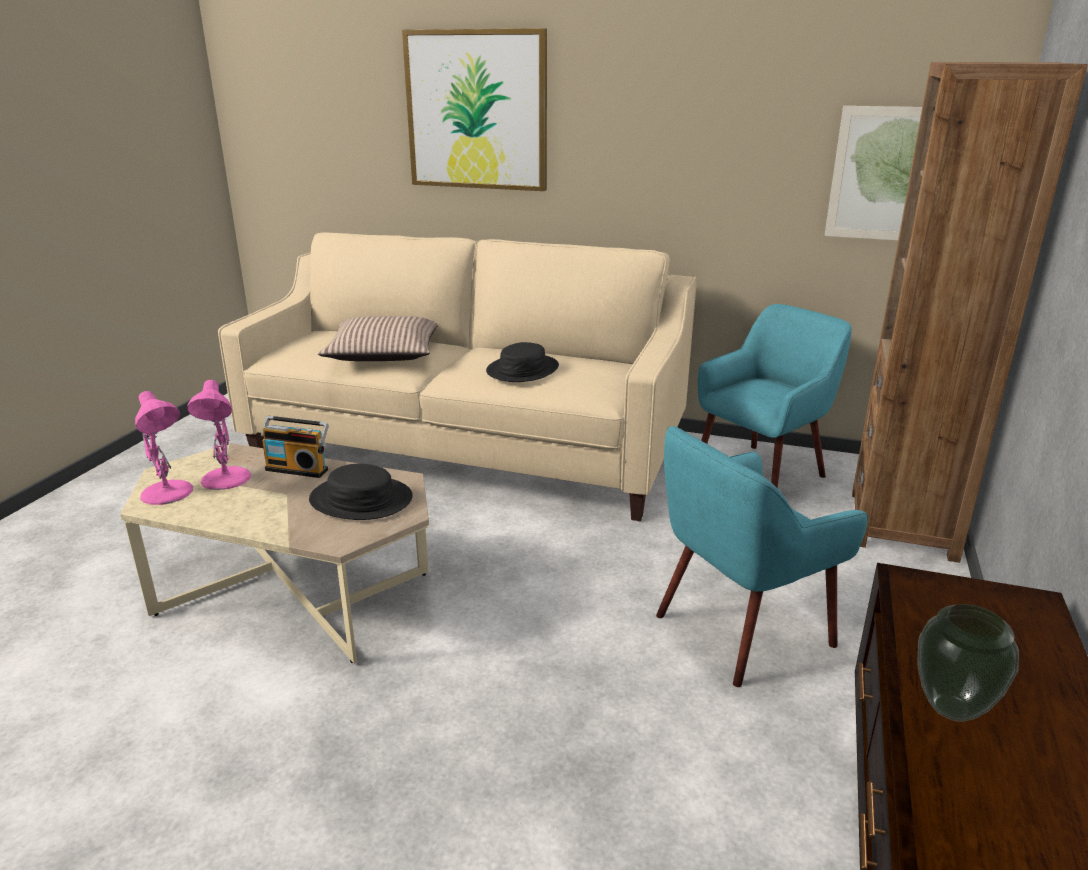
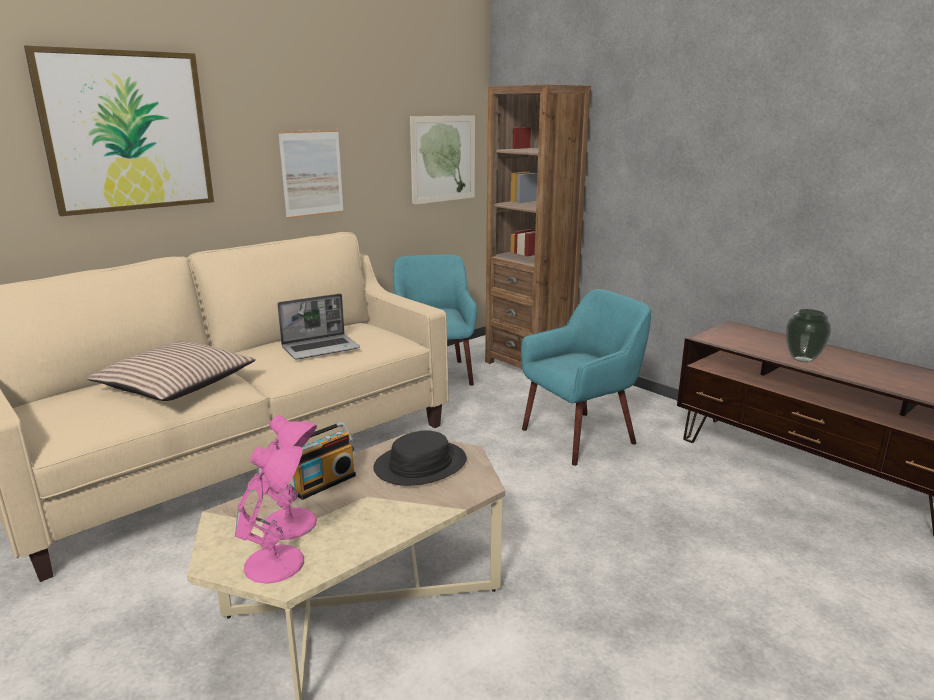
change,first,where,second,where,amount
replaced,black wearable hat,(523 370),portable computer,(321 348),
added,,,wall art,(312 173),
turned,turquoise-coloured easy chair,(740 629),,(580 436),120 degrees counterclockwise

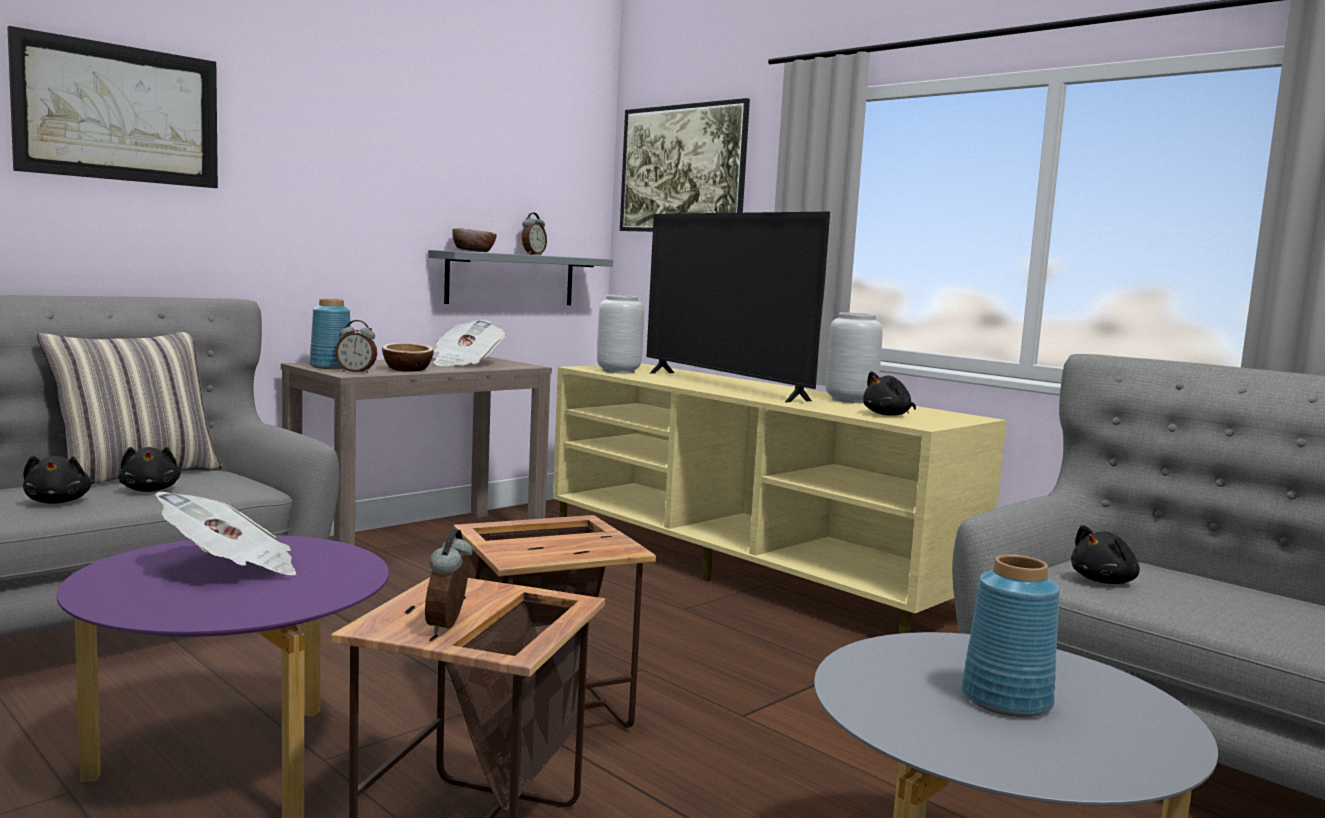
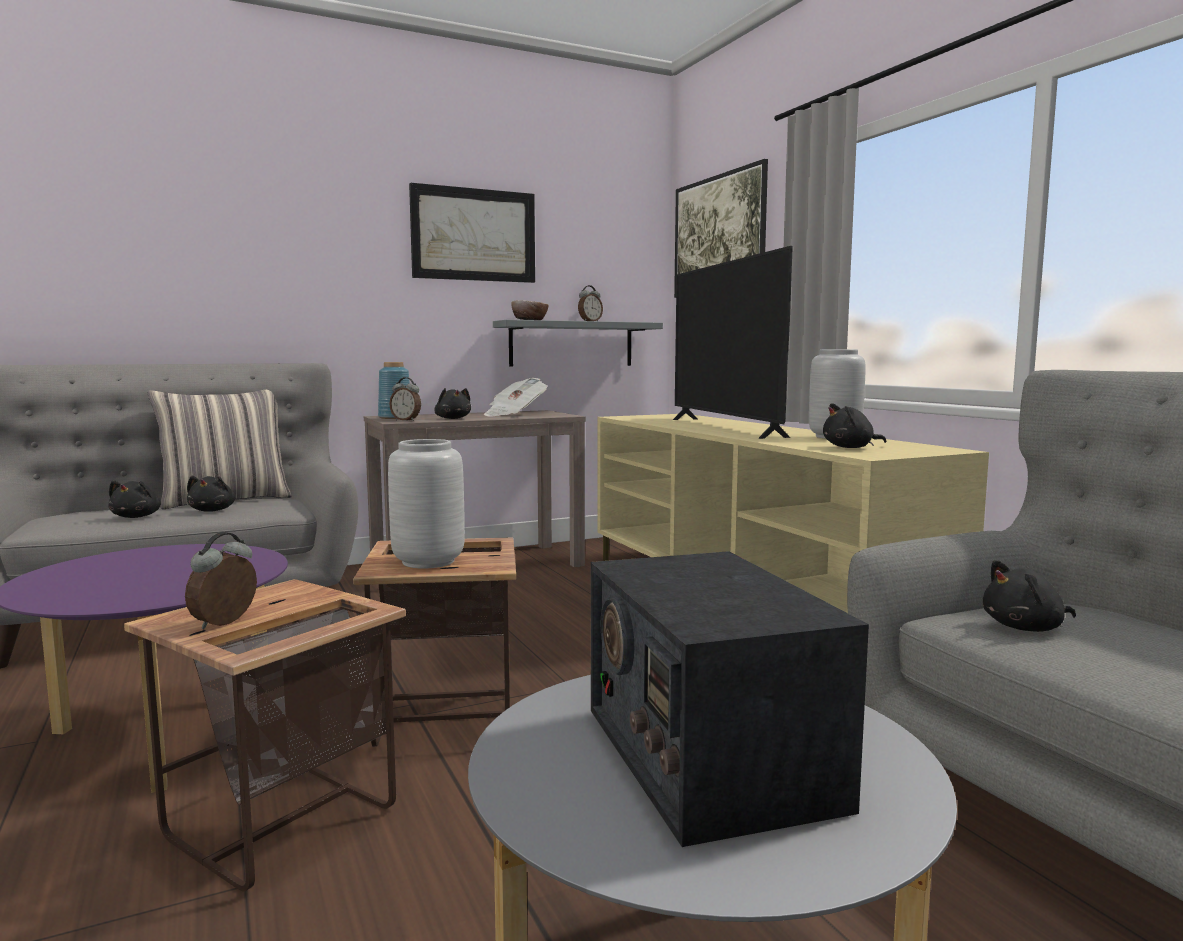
change,first,where,second,where,amount
moved,gray vase,(618 371),,(429 561),
moved,wall art,(118 113),,(473 235),
replaced,deep dish,(407 369),black cuddly toy,(453 418),
replaced,blue vase,(1008 700),radio,(706 754),
removed,daily paper,(232 569),,,

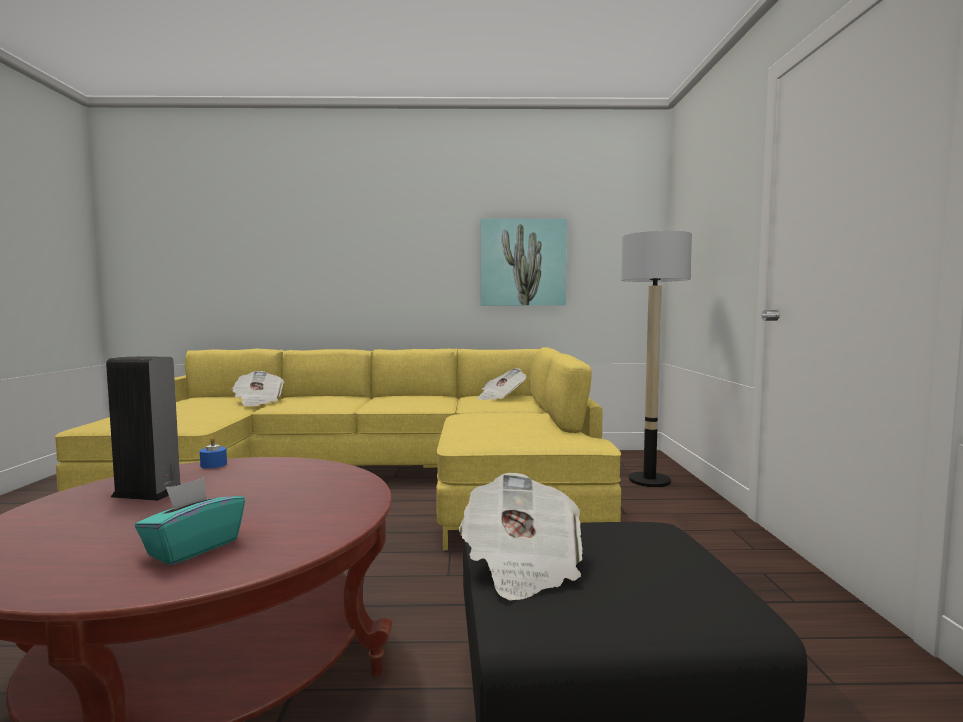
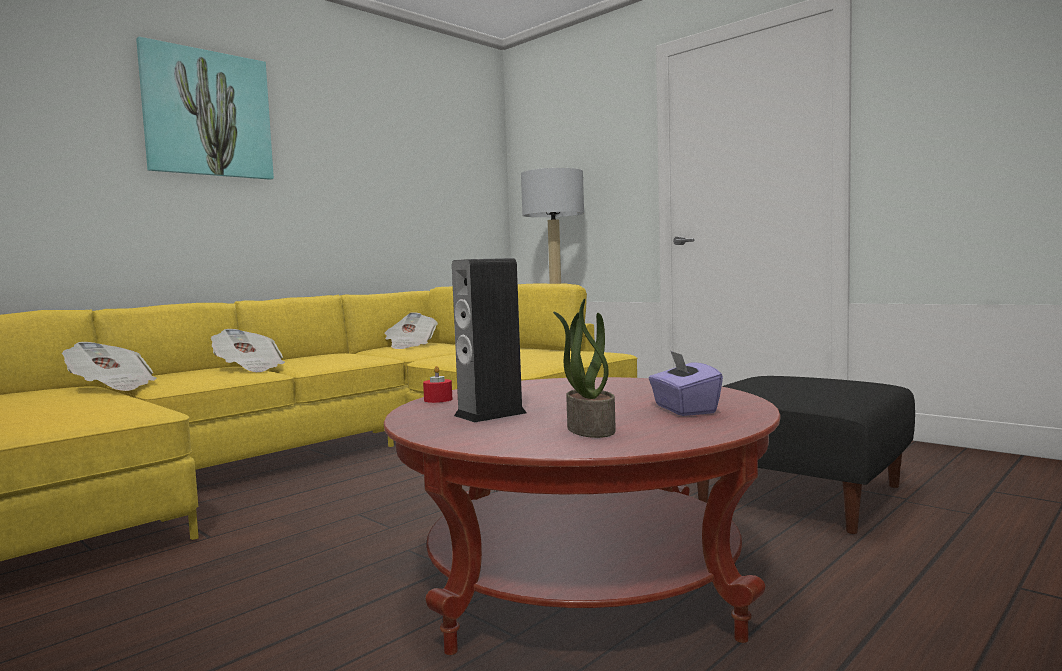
change,first,where,second,where,amount
moved,wall art,(523 262),,(208 114),
moved,daily paper,(521 565),,(249 369),
recoloured,blue wax light,(213 465),red-coloured wax light,(438 399),
added,,,plant in a pot,(589 429),
recoloured,turquoise-coloured tissue box,(193 548),purple-coloured tissue box,(684 409),

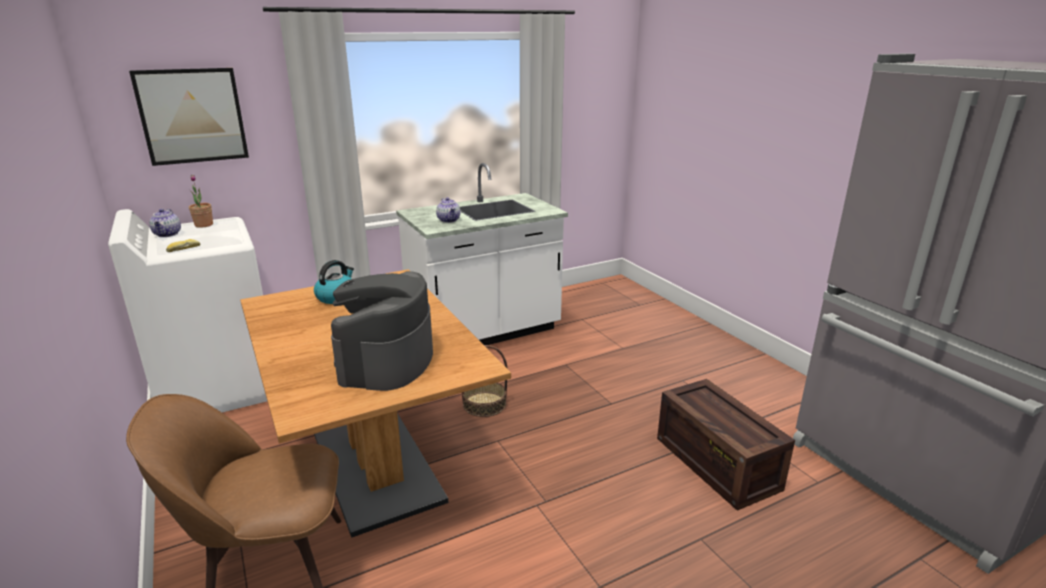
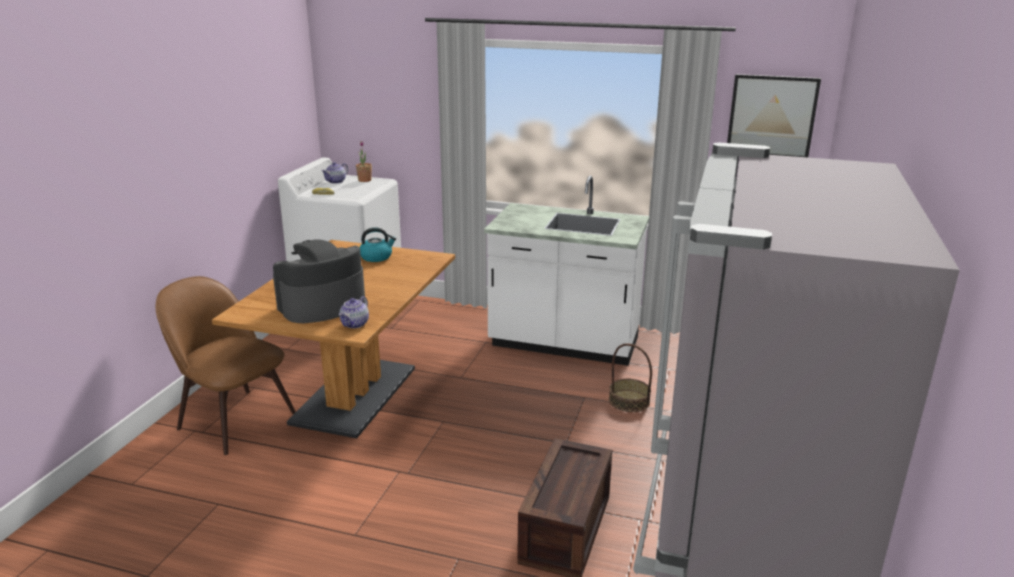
change,first,where,second,where,amount
moved,pot for tea,(449 220),,(355 324),
moved,storage basket,(484 404),,(629 401),
moved,wall art,(192 116),,(771 116),

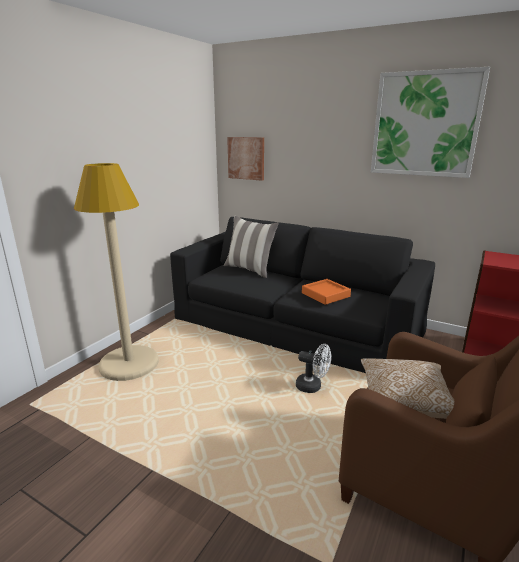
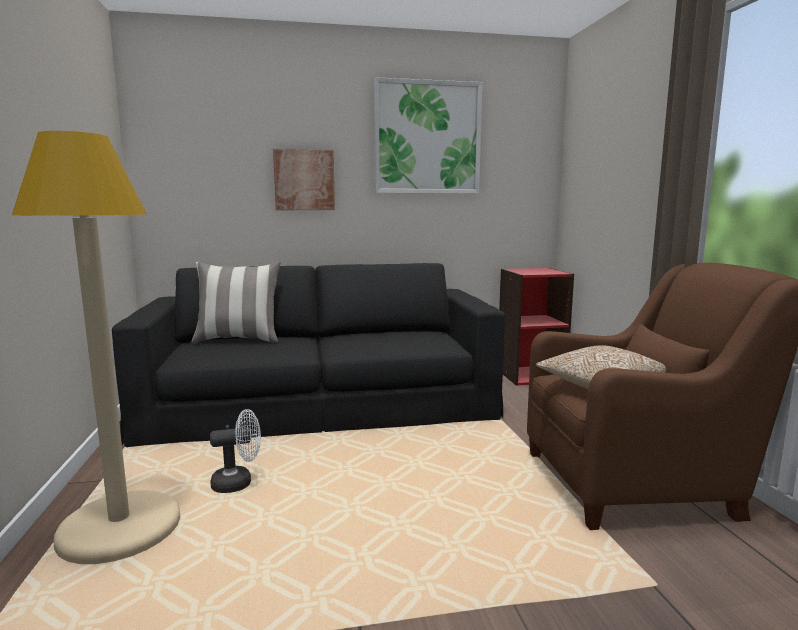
change,first,where,second,where,amount
moved,white-coloured cooling fan,(312 386),,(238 483),
moved,wall art,(246 158),,(304 180),
removed,orange-coloured serving tray,(325 295),,,

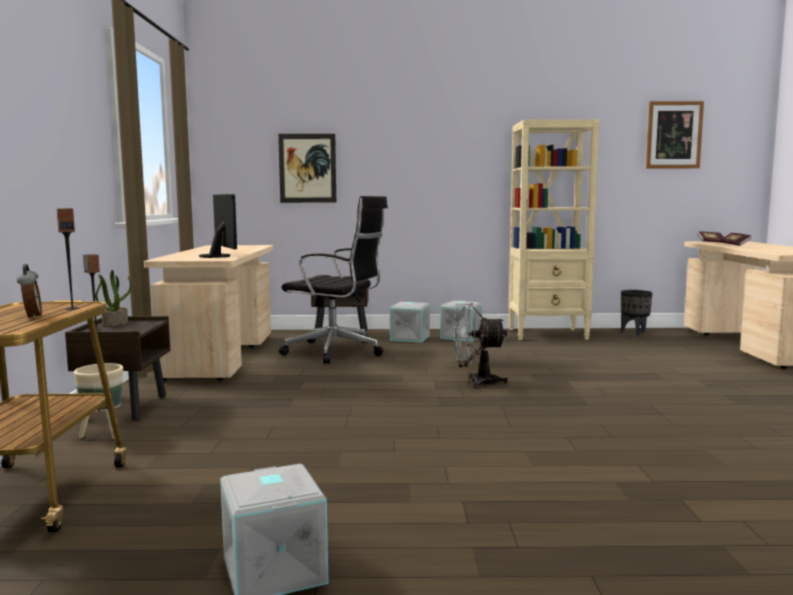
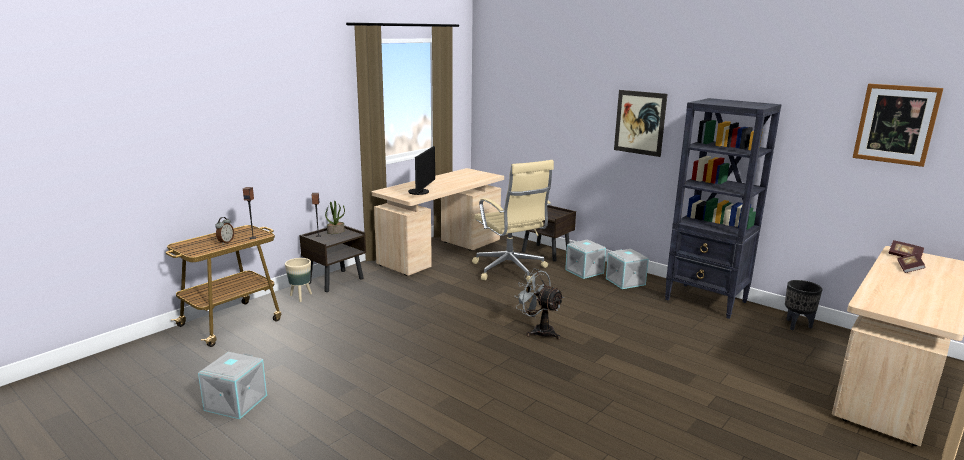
change,first,where,second,where,amount
recoloured,black computer chair,(337 351),beige-coloured computer chair,(510 270),
moved,wall art,(307 168),,(639 123),
recoloured,beige-coloured bookshelf,(548 334),black bookshelf,(706 301),

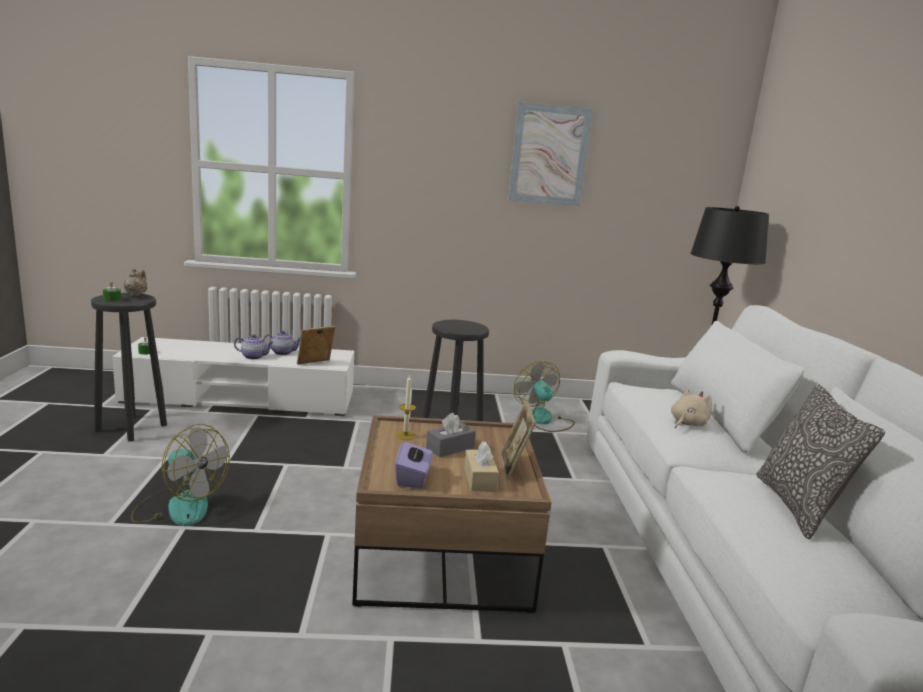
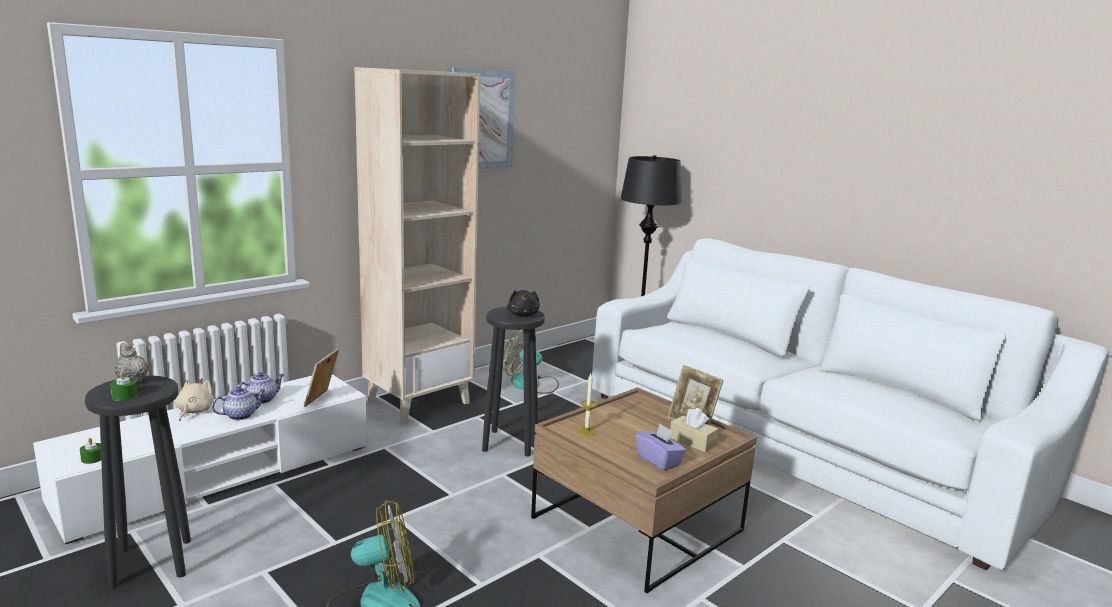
change,first,where,second,where,amount
moved,beige-coloured cuddly toy,(687 423),,(194 411),
added,,,beige-coloured bookshelf,(419 402),
added,,,black cuddly toy,(523 315),
removed,gray tissue box,(450 448),,,
removed,throw pillow,(798 507),,,

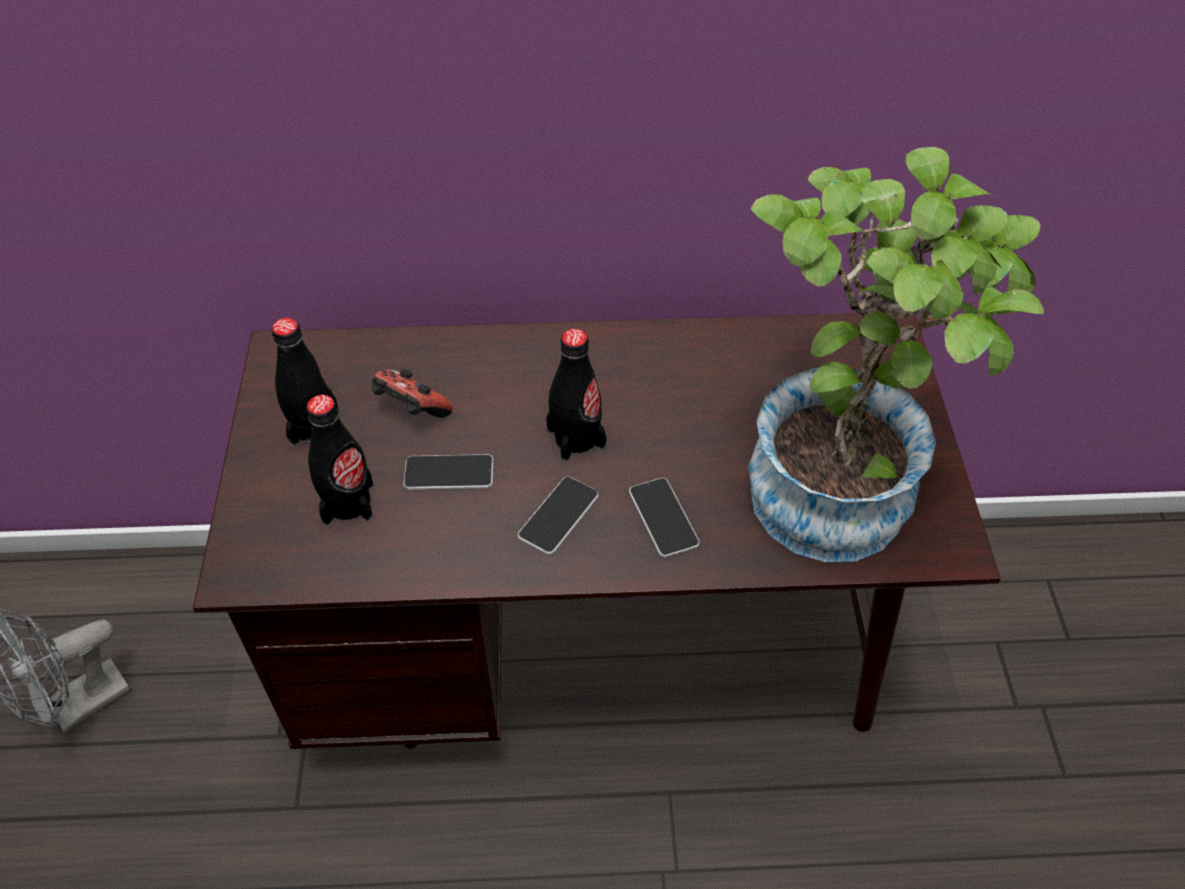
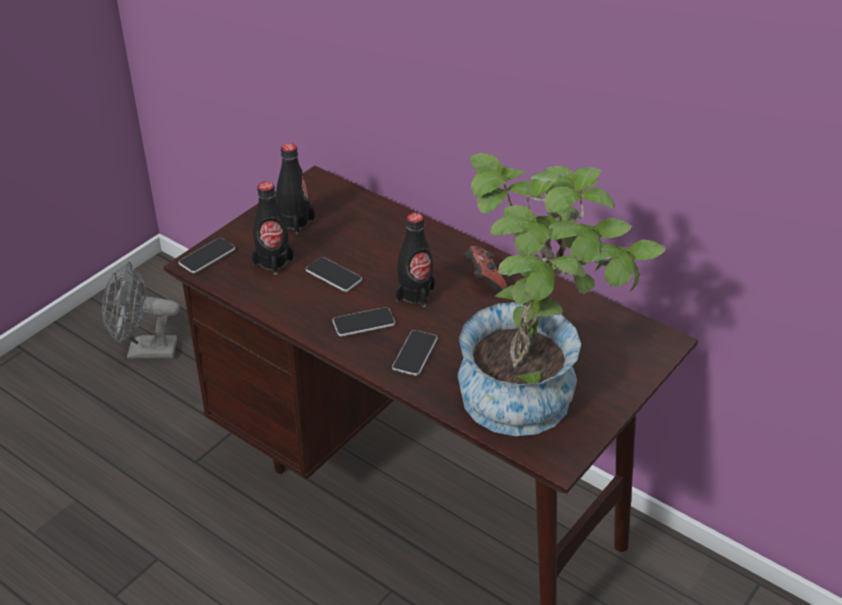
change,first,where,second,where,amount
added,,,phone,(207 256),
moved,game controller,(411 410),,(484 280),

